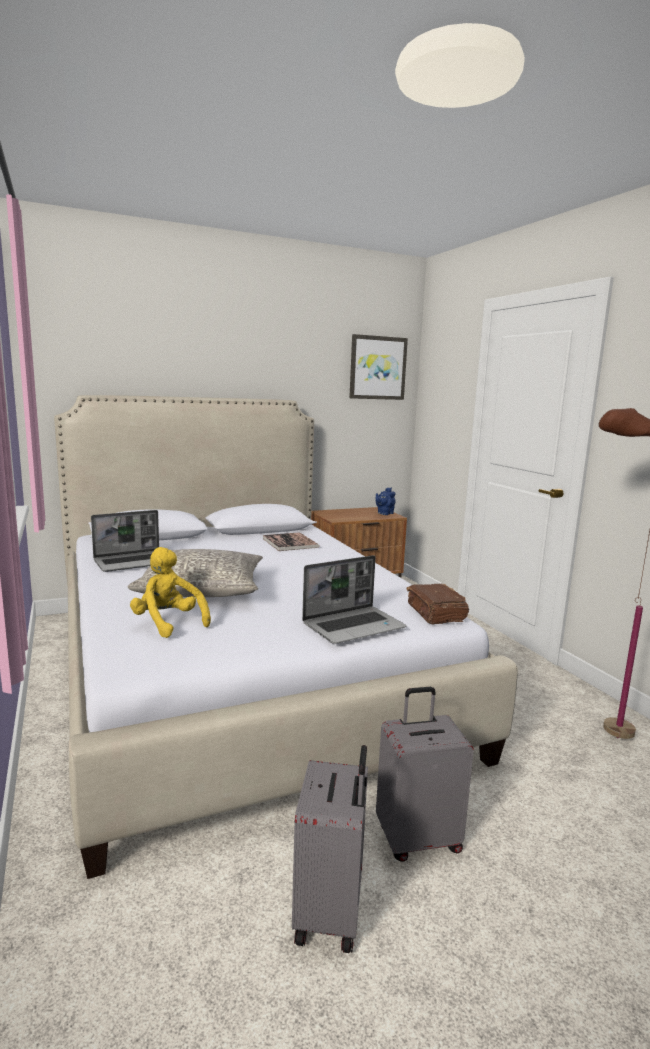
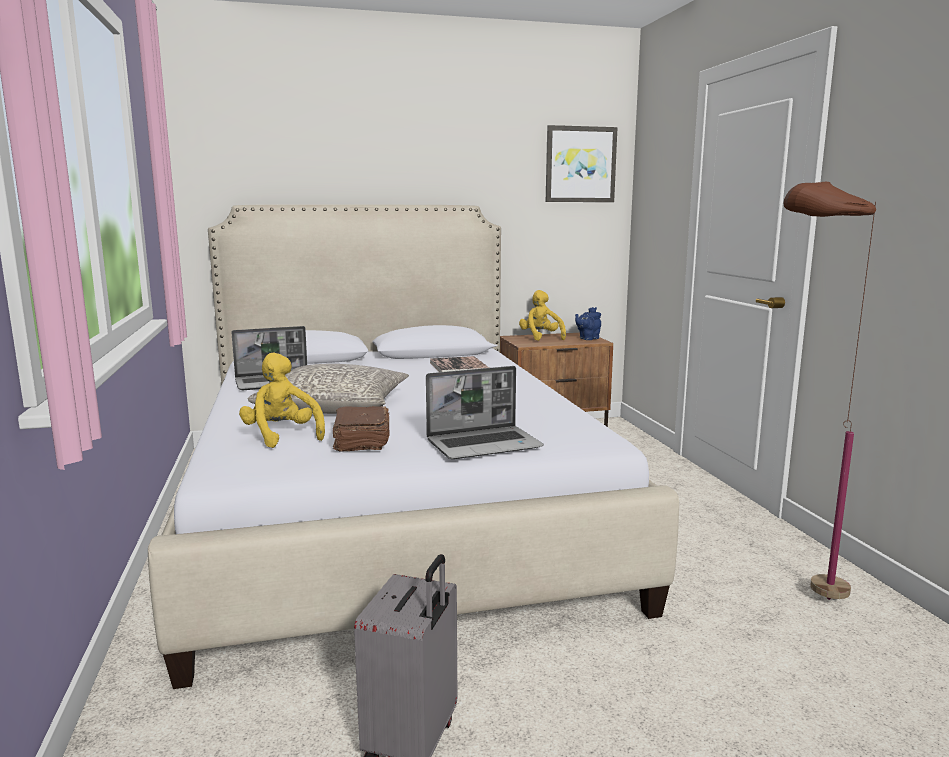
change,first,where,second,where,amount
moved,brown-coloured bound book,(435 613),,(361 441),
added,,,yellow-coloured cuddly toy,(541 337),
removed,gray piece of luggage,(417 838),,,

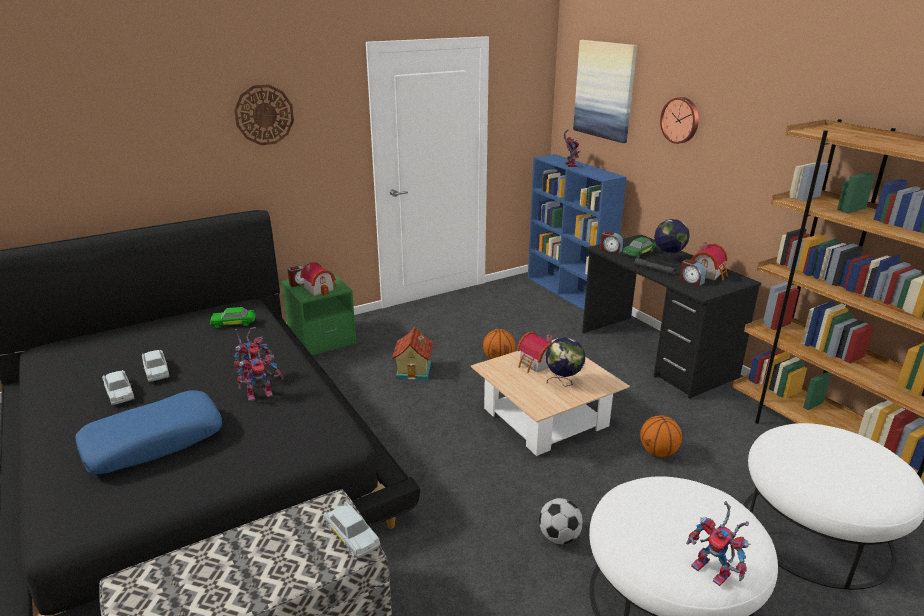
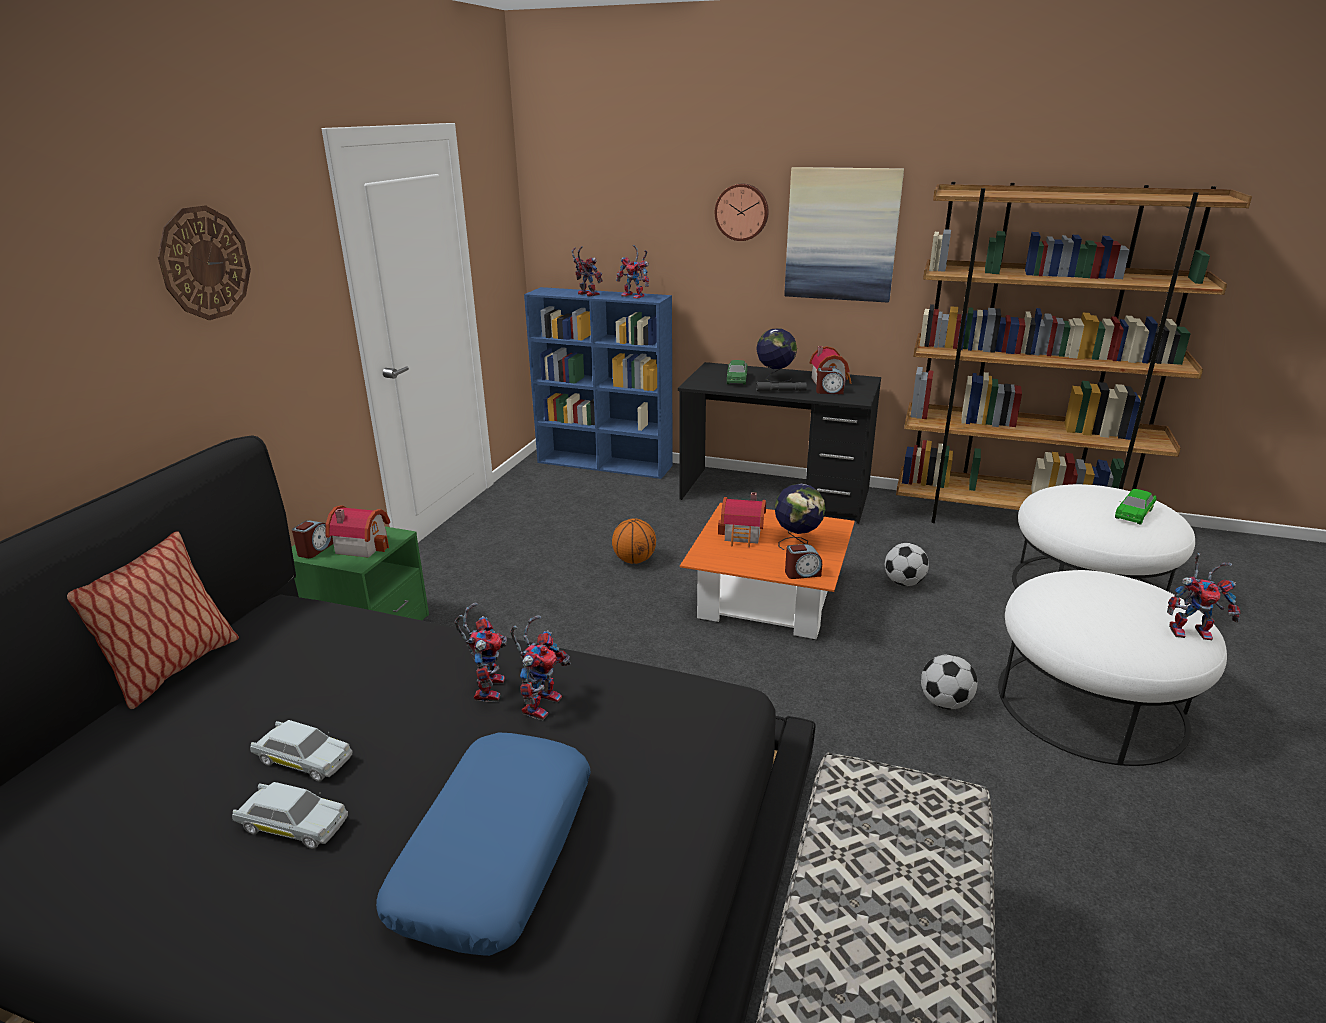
change,first,where,second,where,amount
added,,,throw pillow,(173 669),
added,,,robot figure,(635 296),
recoloured,beige-coloured low table,(545 417),orange-coloured low table,(768 598),
moved,wall art,(605 90),,(841 235),
moved,alarm clock,(610 250),,(802 573),
replaced,ball for basketball,(658 452),football,(904 583),
moved,greenish model car,(233 323),,(1133 514),
removed,white-coloured model car,(351 536),,,
removed,model house,(415 371),,,

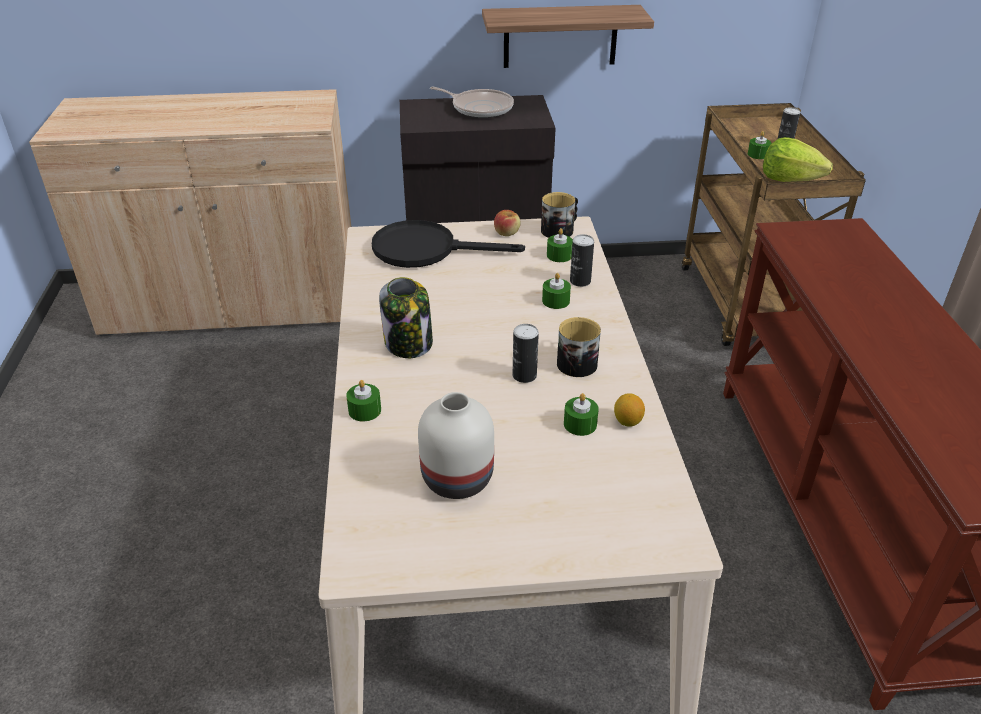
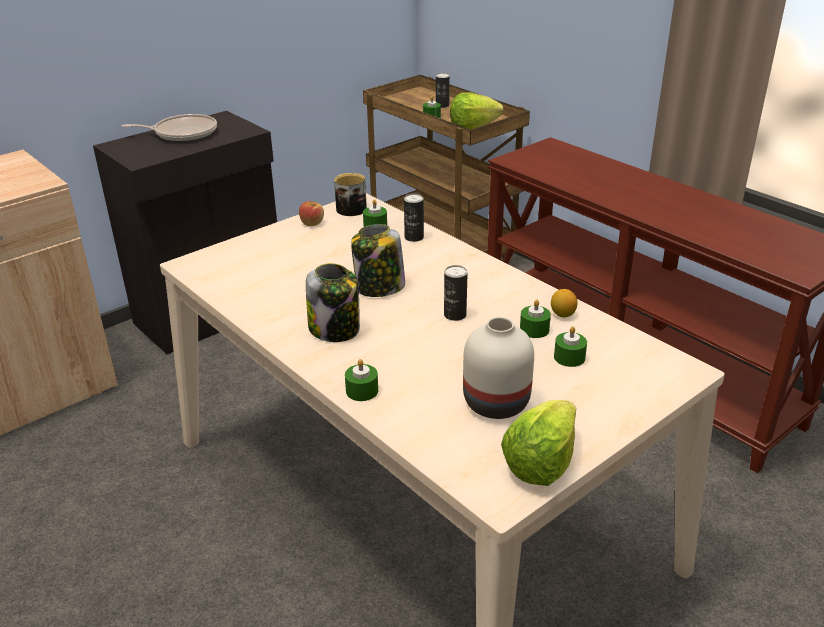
change,first,where,second,where,amount
added,,,jar,(379 288),
added,,,lettuce,(541 463),
moved,greenish wax light,(555 301),,(569 357),
removed,black frying pan,(426 249),,,
removed,wall shelf,(560 36),,,
removed,tea mug,(577 361),,,

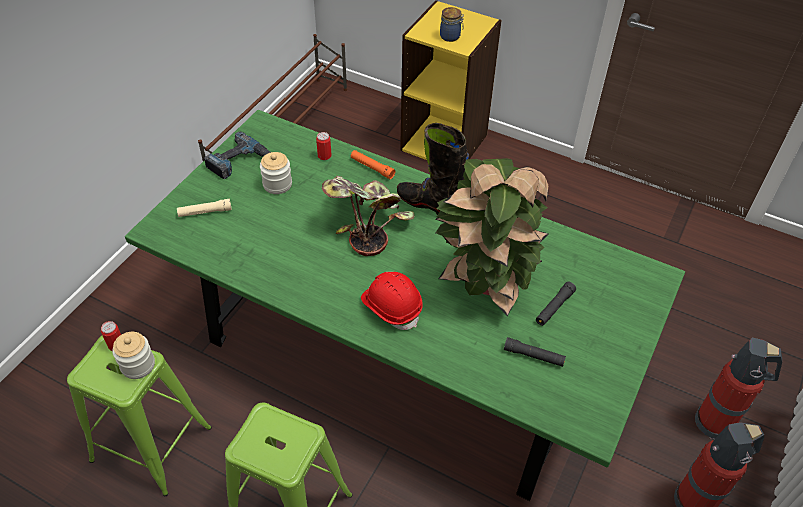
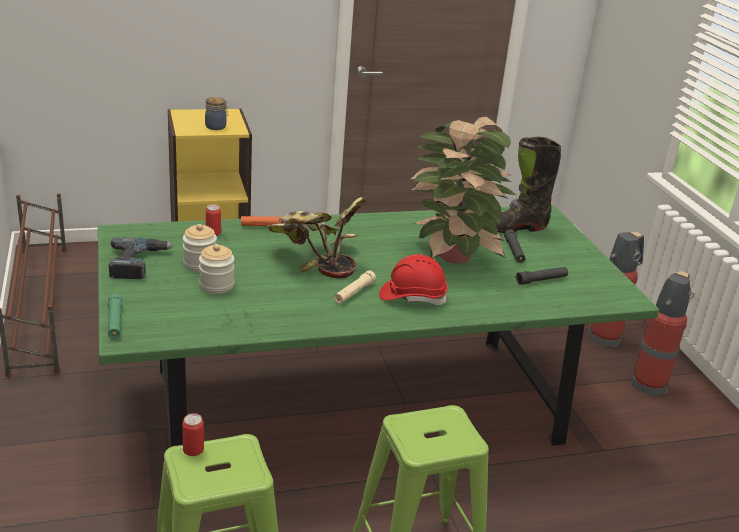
change,first,where,second,where,amount
added,,,greenish hand torch,(115 322),
moved,jar,(138 365),,(216 285),
moved,beige-coloured hand torch,(205 212),,(354 292),
moved,black high-top boot,(430 204),,(515 228),

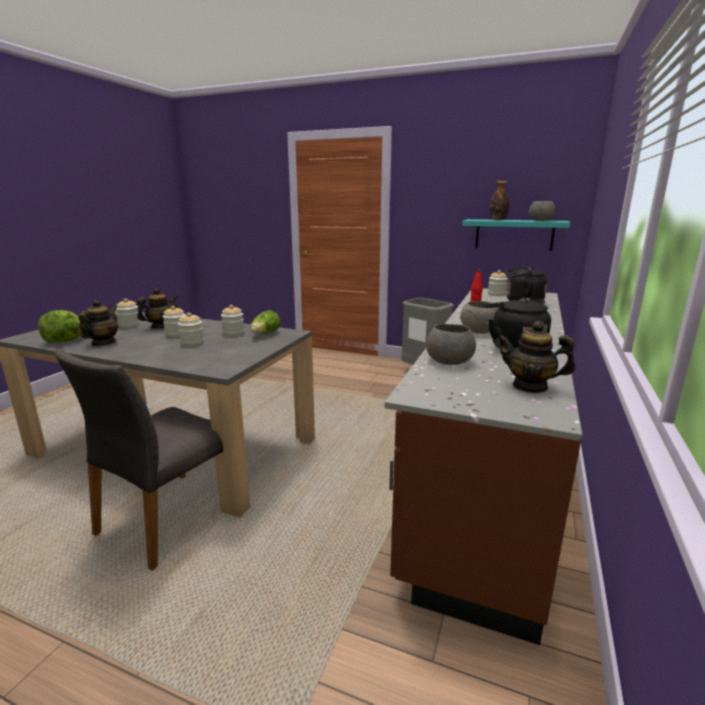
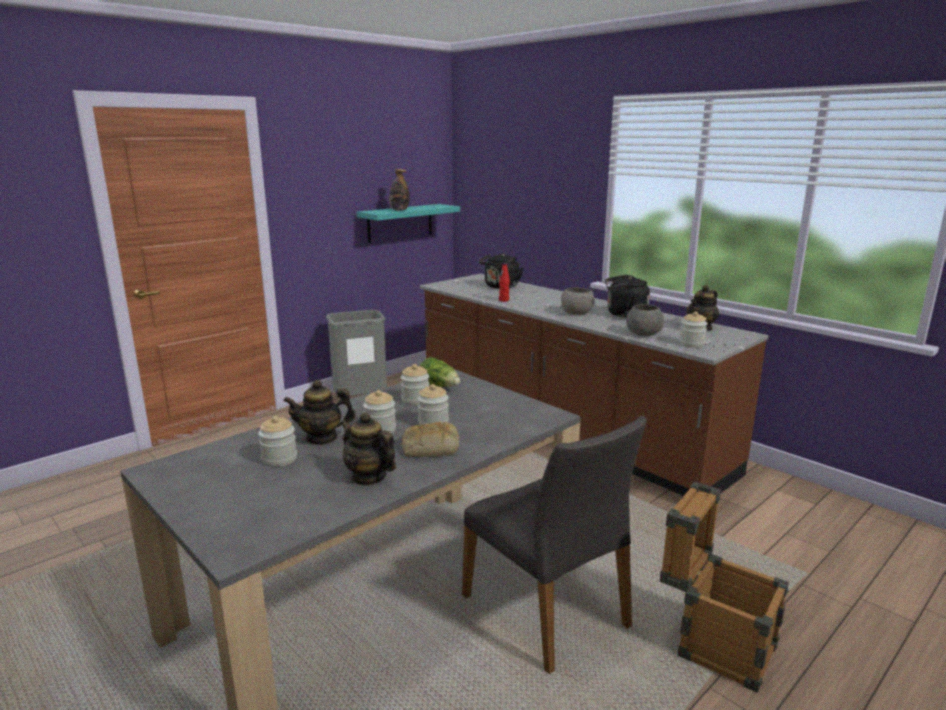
change,first,where,second,where,amount
turned,pot for tea,(161 327),,(321 438),75 degrees counterclockwise
added,,,bread,(430 447),
added,,,shipping crate,(714 644),
moved,jar,(496 294),,(692 344),
removed,lettuce,(66 341),,,
removed,gray deep dish,(540 220),,,

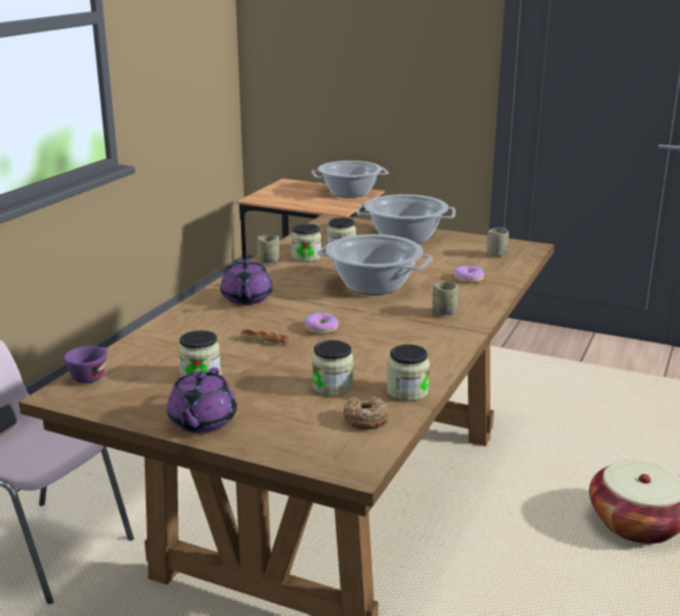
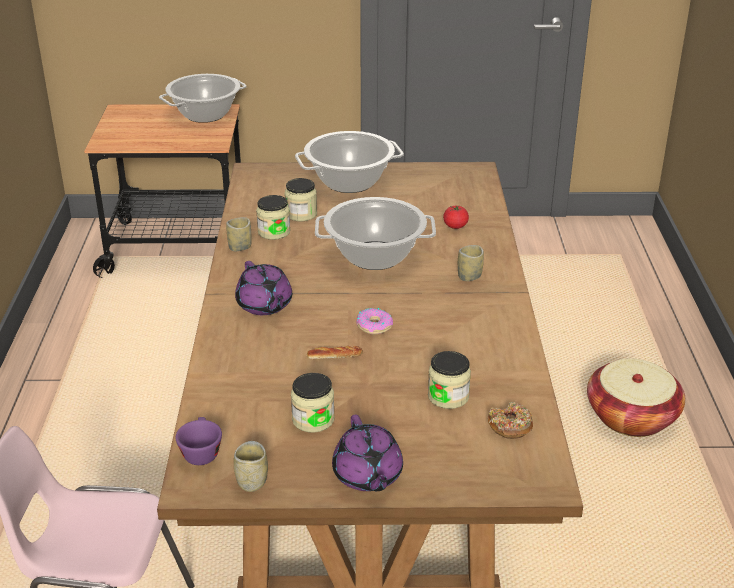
change,first,where,second,where,amount
moved,drinking cup,(496 254),,(252 482),
replaced,donut,(468 279),tomato,(455 226),
removed,jar,(407 391),,,

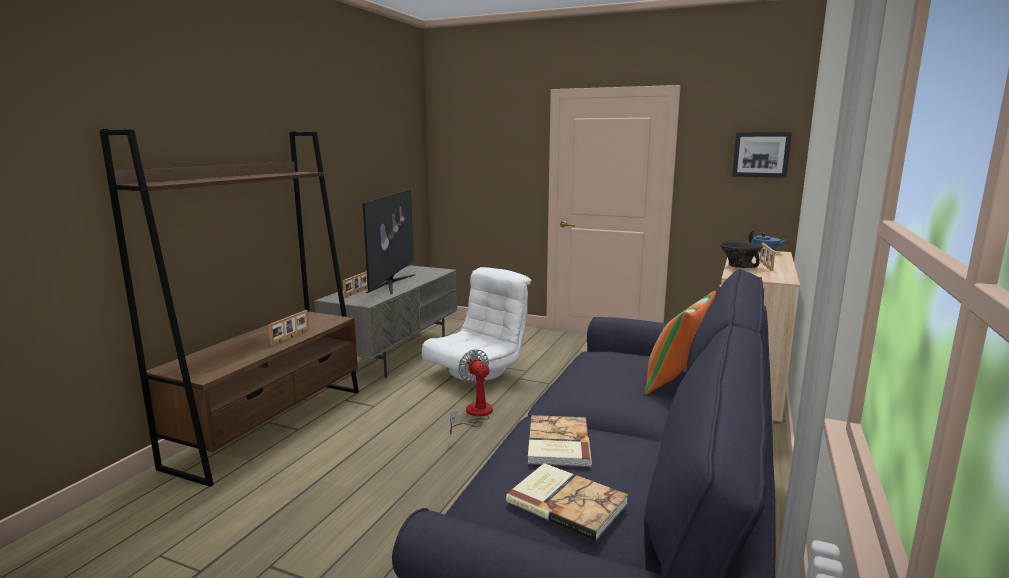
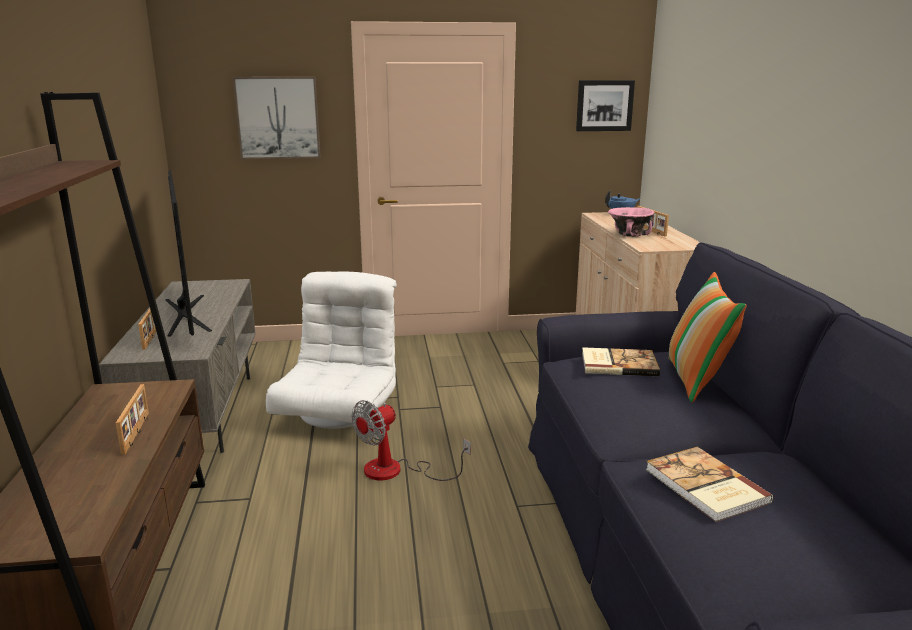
change,first,where,second,where,amount
added,,,wall art,(278 118),
turned,cooling fan,(475 414),,(396 471),75 degrees counterclockwise
moved,bound book,(567 501),,(618 364),
recoloured,black deep dish,(739 266),pink-coloured deep dish,(629 234),

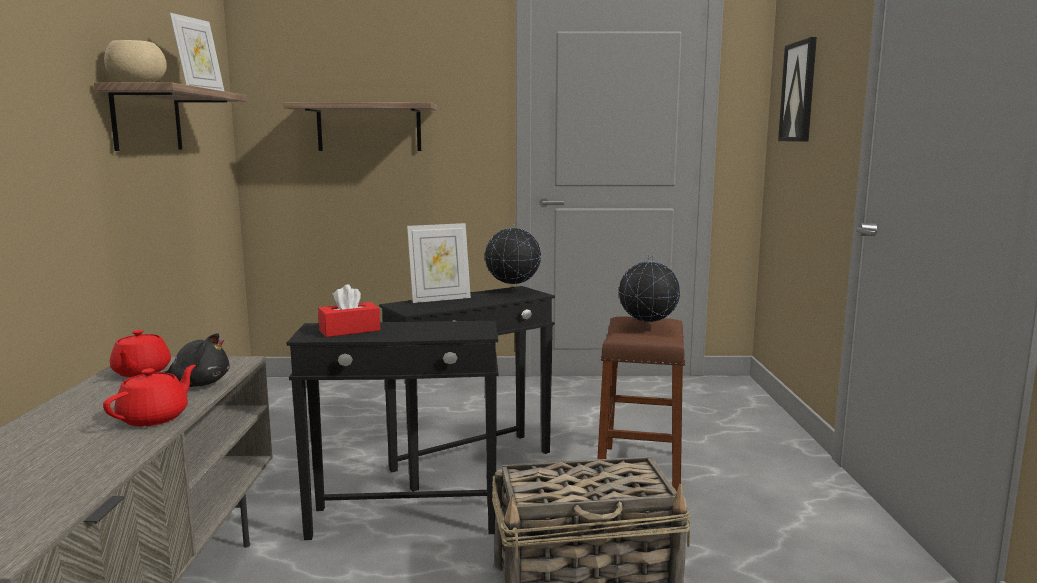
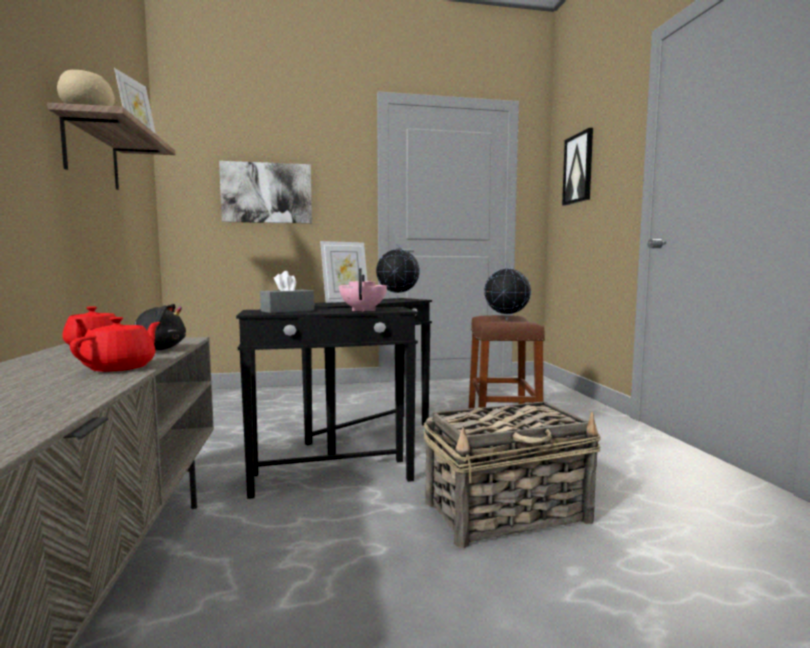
change,first,where,second,where,amount
replaced,wall shelf,(369 128),wall art,(267 193),
recoloured,red-coloured tissue box,(349 330),gray tissue box,(287 311),
added,,,pink-coloured pot for tea,(363 310),

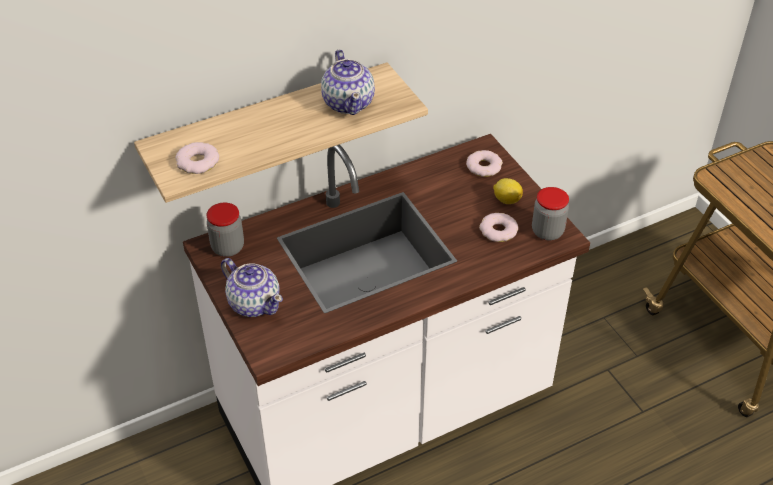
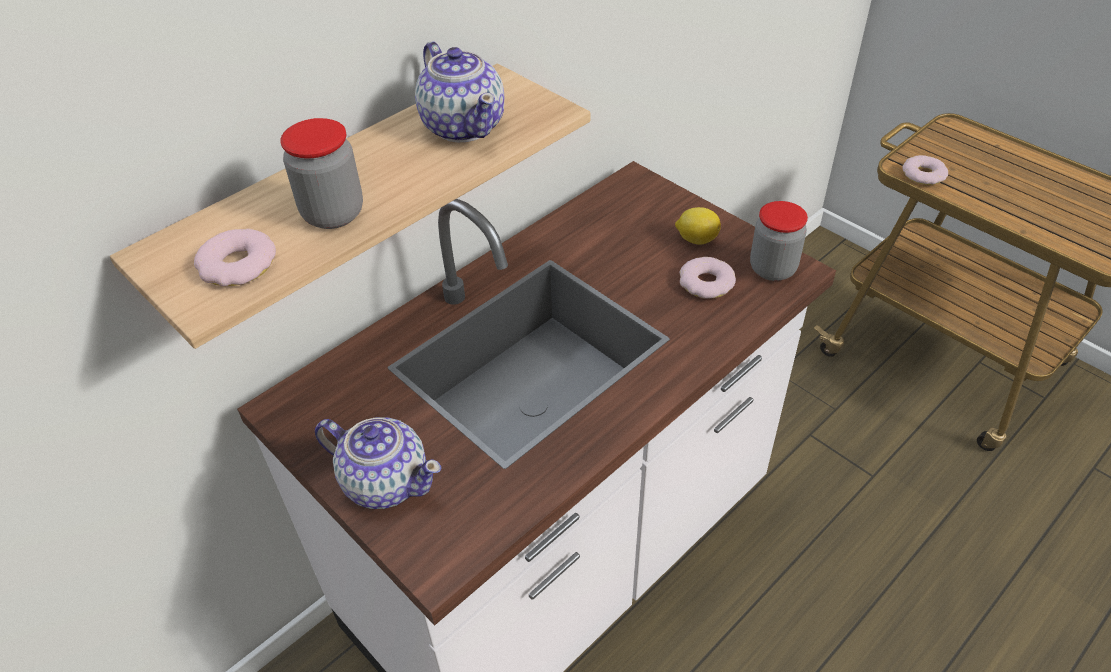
change,first,where,second,where,amount
moved,jar,(228 247),,(333 214),
moved,donut,(484 166),,(923 174),

